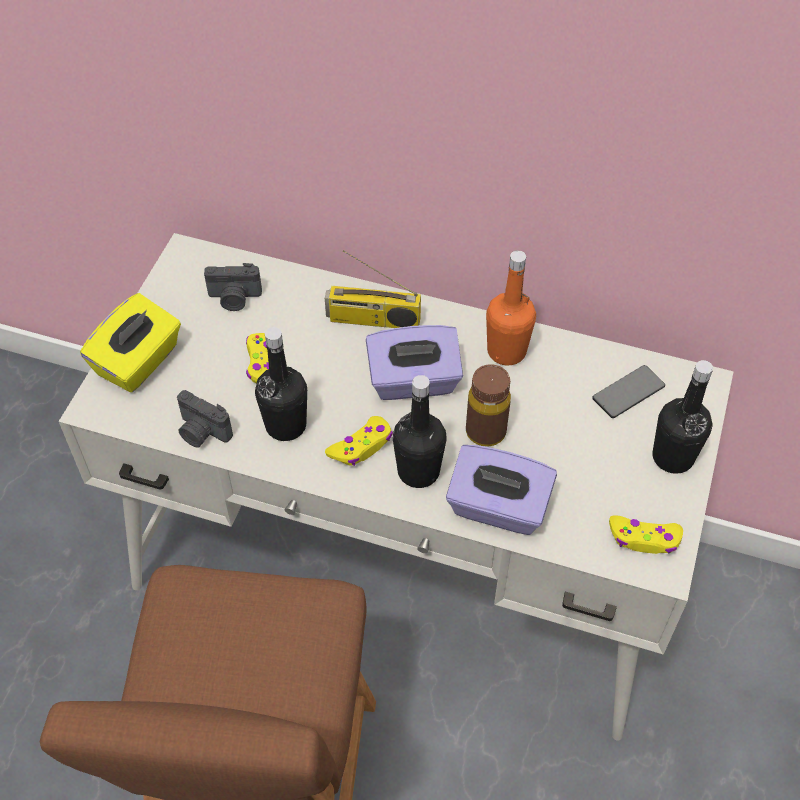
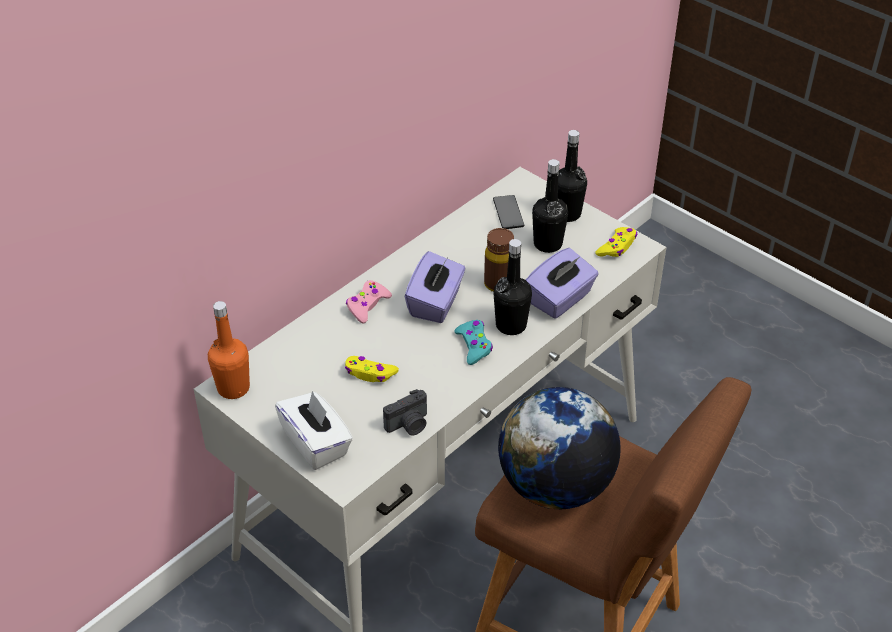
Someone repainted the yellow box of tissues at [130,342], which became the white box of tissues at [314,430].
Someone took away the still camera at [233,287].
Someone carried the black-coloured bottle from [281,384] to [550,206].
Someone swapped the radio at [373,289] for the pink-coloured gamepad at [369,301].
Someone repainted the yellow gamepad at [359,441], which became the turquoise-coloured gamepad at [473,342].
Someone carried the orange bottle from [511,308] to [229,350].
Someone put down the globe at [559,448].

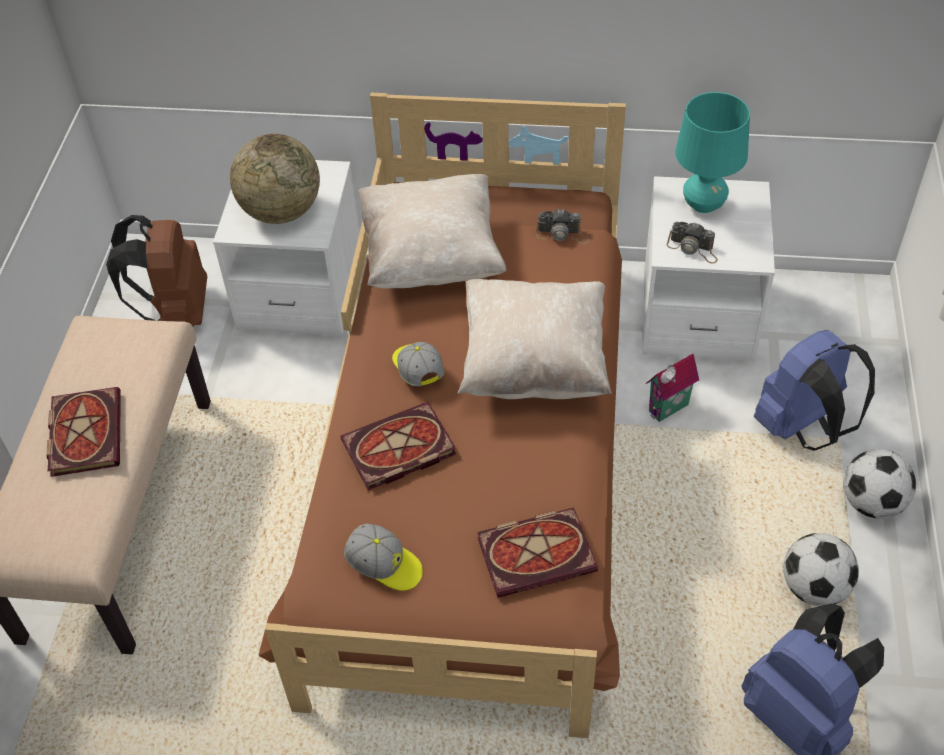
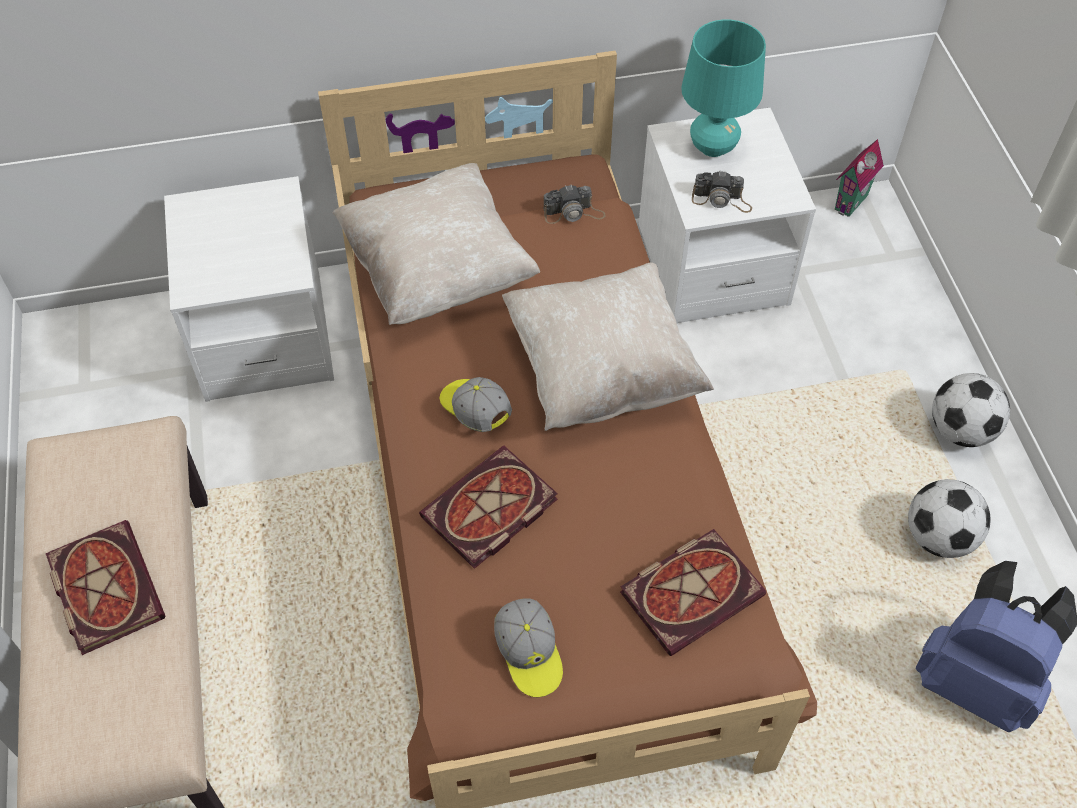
Someone took away the brown-coloured rucksack at [156,271].
Someone took away the globe at [275,179].
Someone rotated the peaked cap at [383,557] by 60 degrees clockwise.
Someone carried the toy house from [672,388] to [859,178].
Someone took away the blue-coloured rucksack at [814,390].

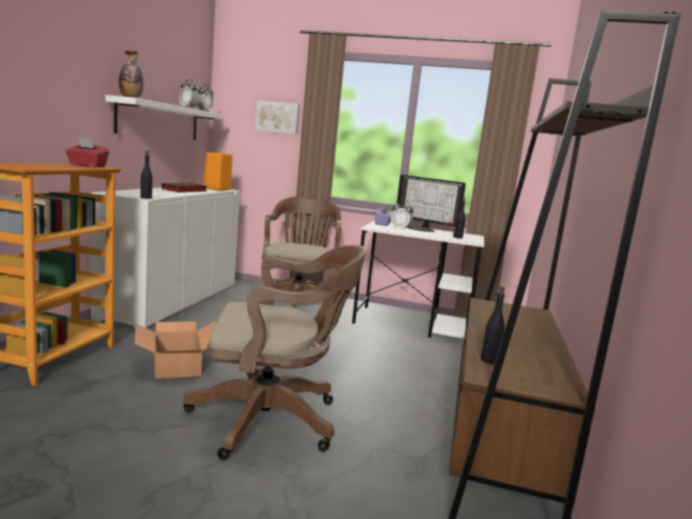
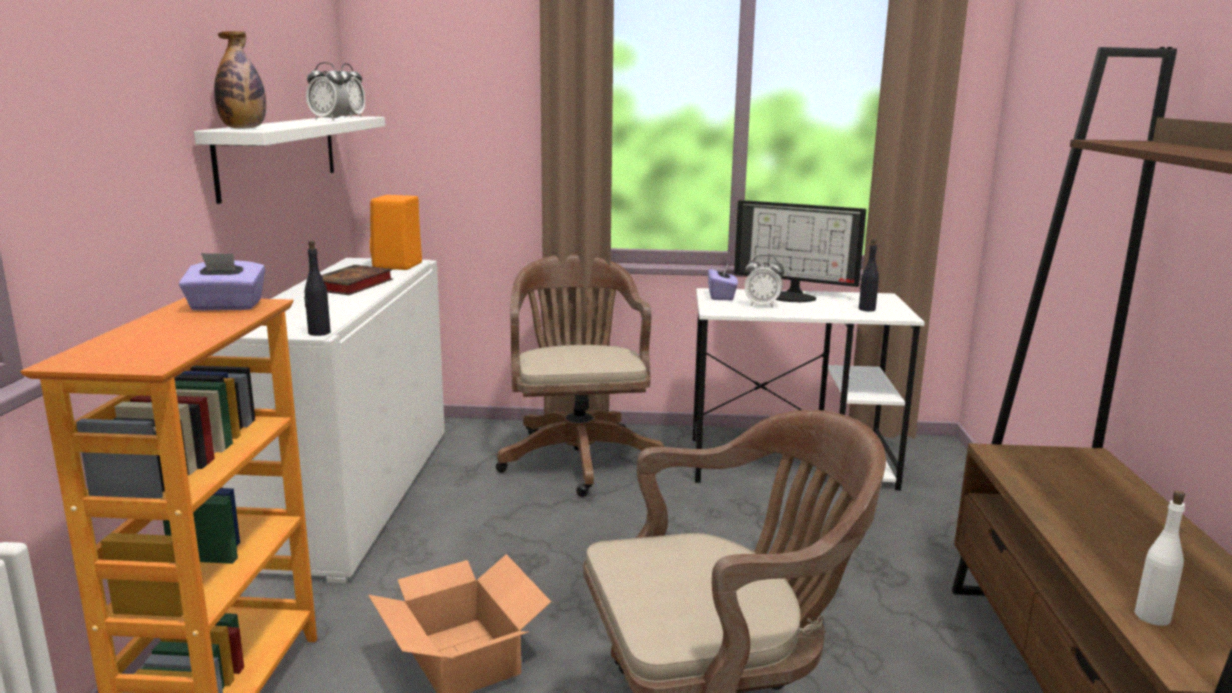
Someone repainted the reddish box of tissues at [87,152], which became the purple-coloured box of tissues at [222,282].
Someone took away the picture at [277,117].
Someone repainted the black-coloured bottle at [493,325], which became the white bottle at [1159,558].

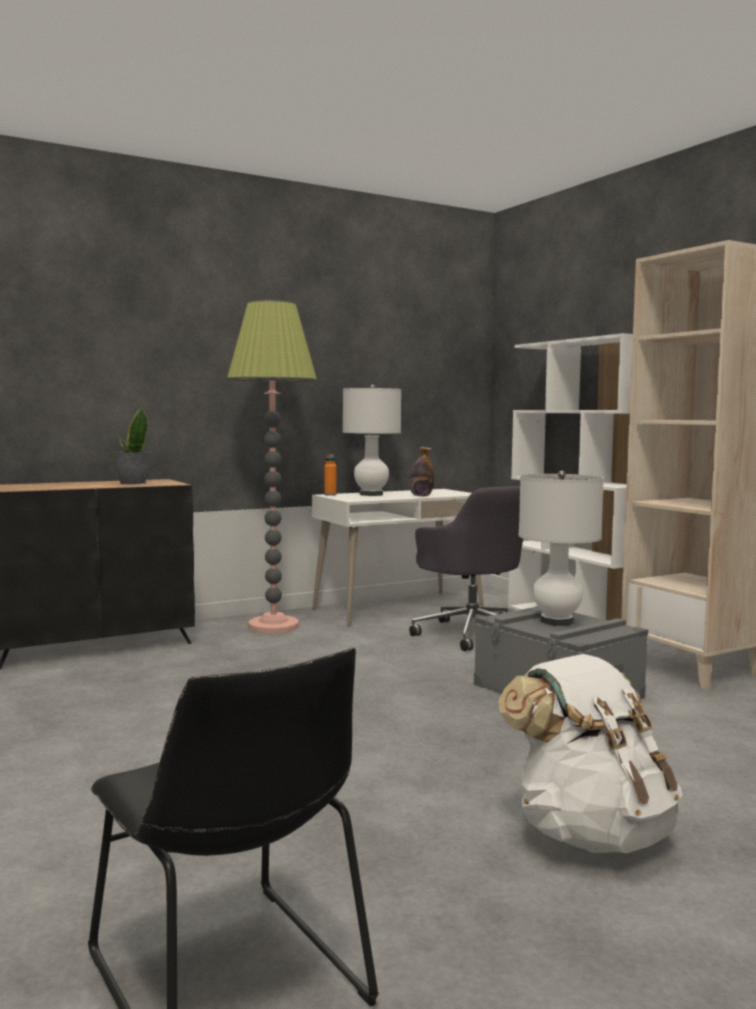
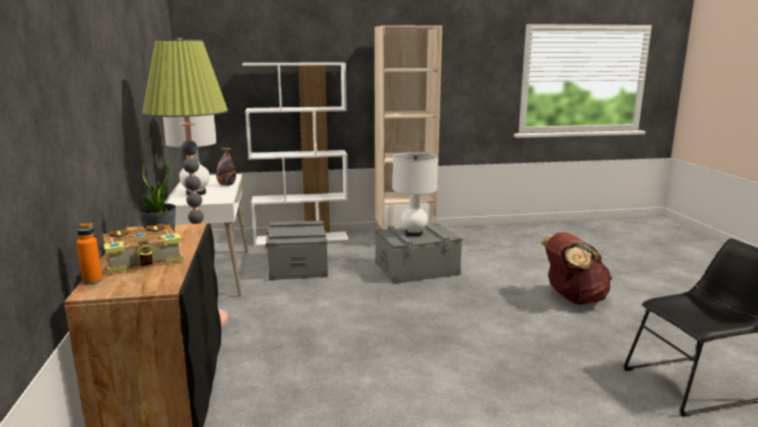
Someone carried the orange bottle from [330,475] to [89,254].
Someone swapped the gray computer chair at [466,568] for the gray storage box at [296,250].
Someone repainted the white rucksack at [590,753], which became the brown-coloured rucksack at [576,268].
Someone put down the book at [143,248].

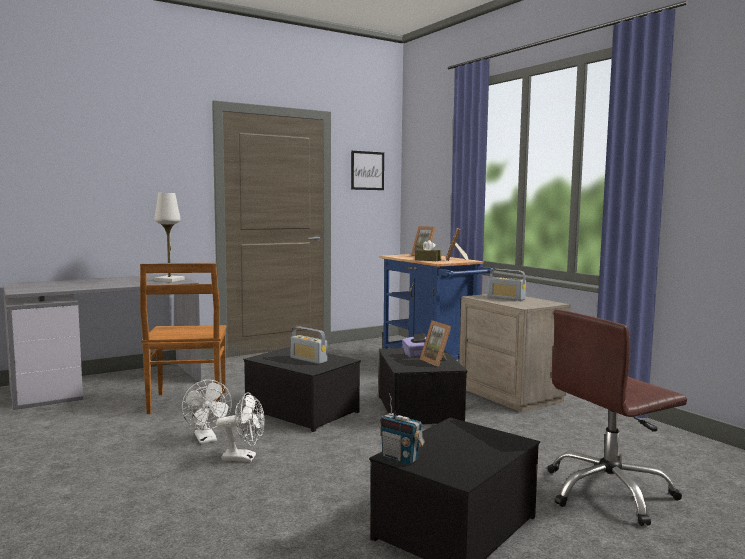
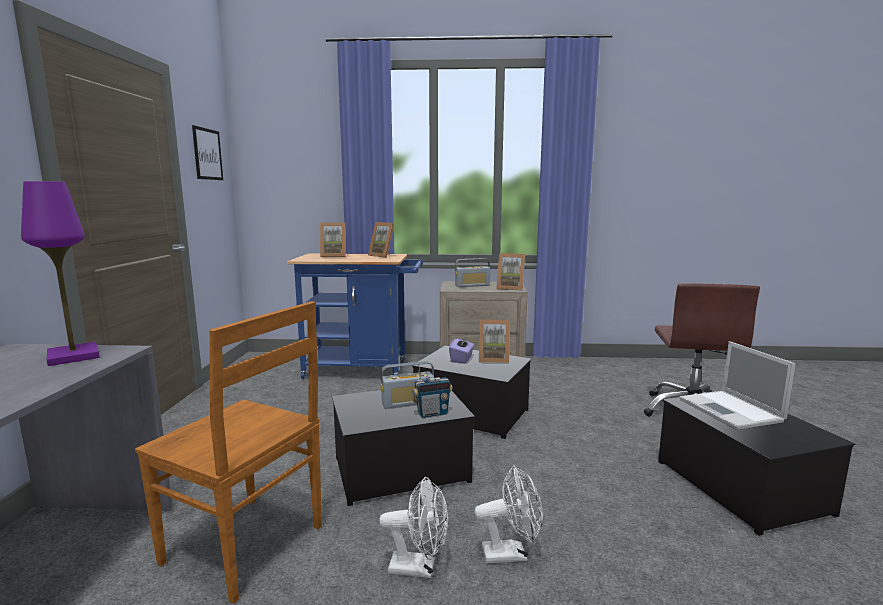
Someone repainted the white lamp for a table at [169,237], which became the purple-coloured lamp for a table at [60,273].
Someone rotated the white electric fan at [240,427] by 45 degrees clockwise.
Someone carried the radio from [402,429] to [432,390].
Someone took away the brown-coloured box of tissues at [428,250].
Someone put down the photo frame at [510,272].
Someone put down the portable computer at [738,385].

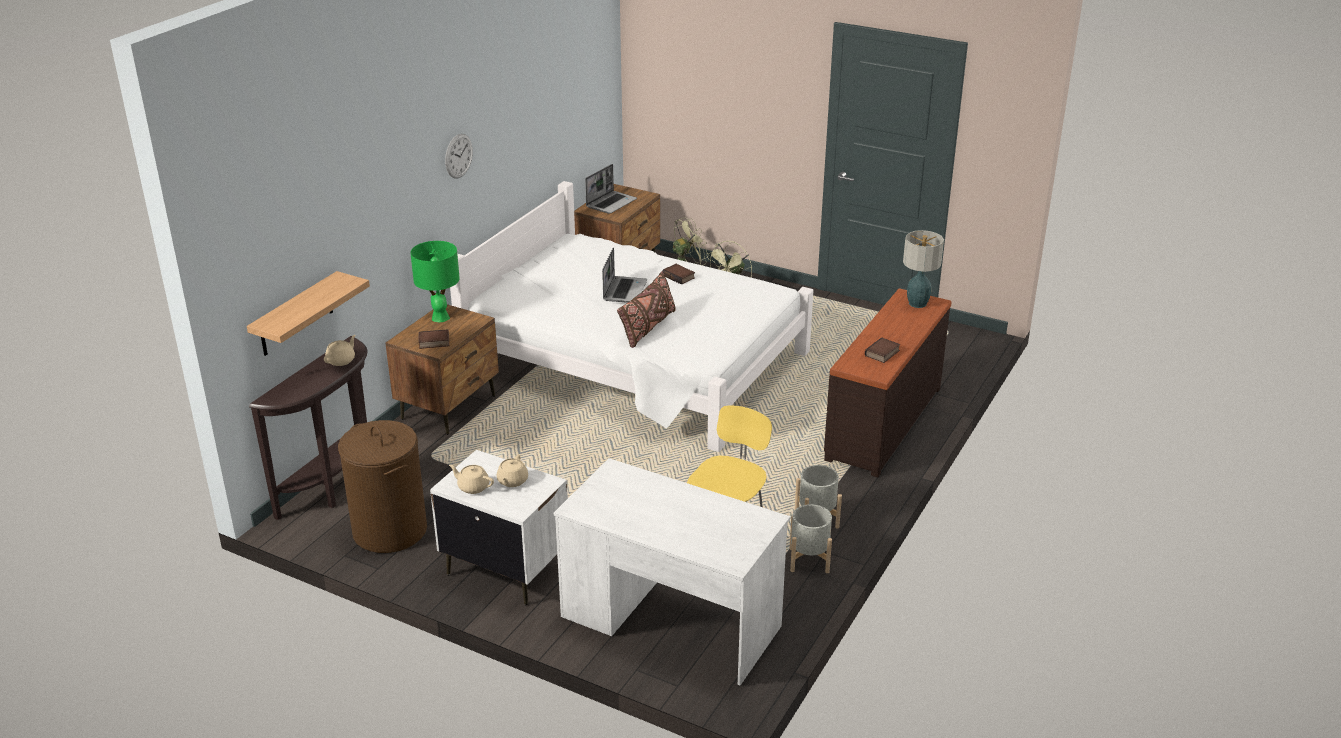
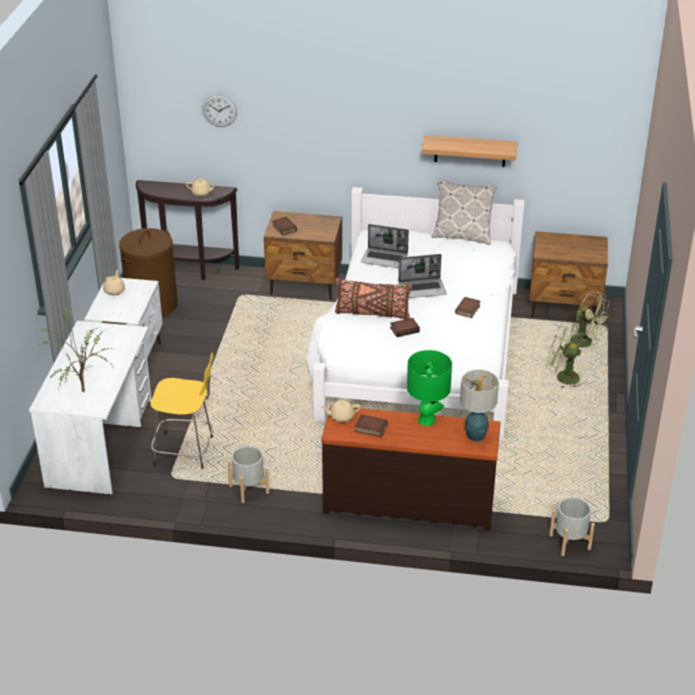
Someone carried the bracket shelf from [308,313] to [470,151].
Someone carried the green lamp for a table from [435,281] to [429,388].
Someone carried the clock on the wall from [459,156] to [219,110].
Someone carried the sand-coloured tea pot from [512,471] to [341,410].
Someone carried the portable computer from [611,189] to [385,246].
Someone carried the gray planter from [811,538] to [572,526].
Someone put down the potted plant at [76,349].
Someone put down the book at [405,327].
Someone put down the cushion at [464,212].

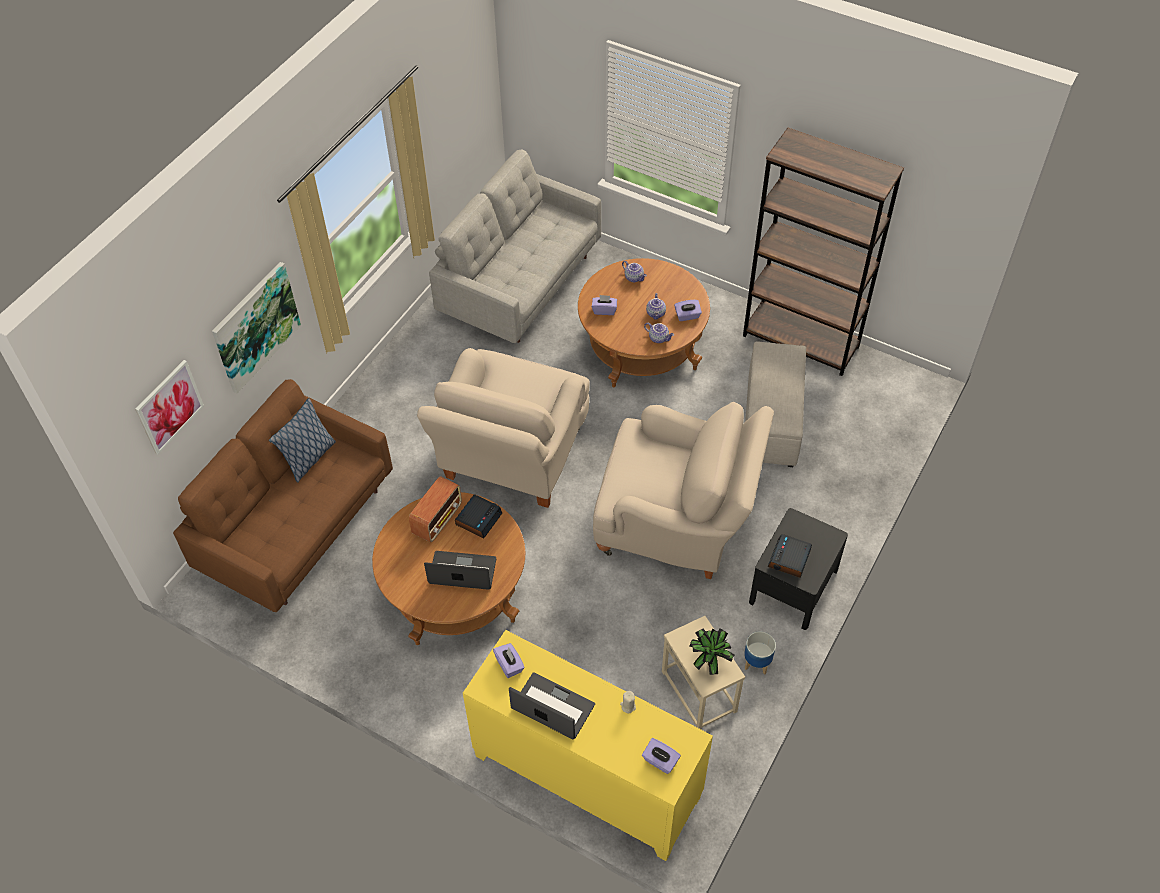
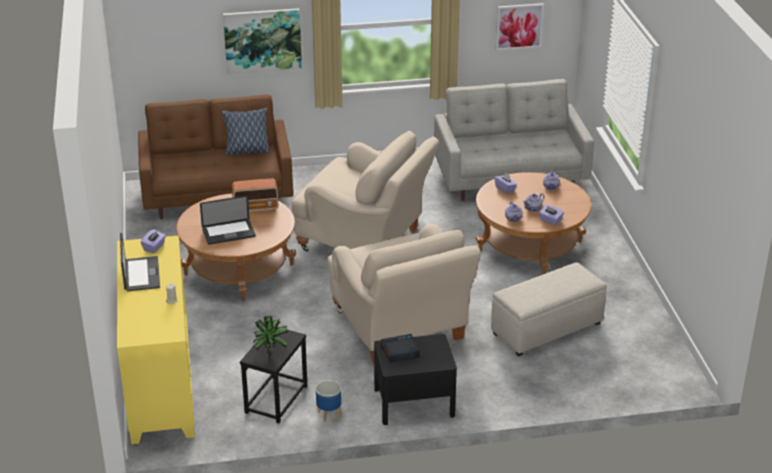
Someone carried the picture from [169,407] to [519,27].
Someone rotated the sand-coloured armchair at [503,428] by 135 degrees counterclockwise.
Someone rotated the portable computer at [460,570] by 105 degrees clockwise.
Someone took away the bedside clock at [478,516].
Someone took away the purple-coloured box of tissues at [661,756].
Someone repainted the sand-coloured accent table at [703,672], which became the black-coloured accent table at [273,375].
Someone took away the brown-coloured shelving unit at [823,252].

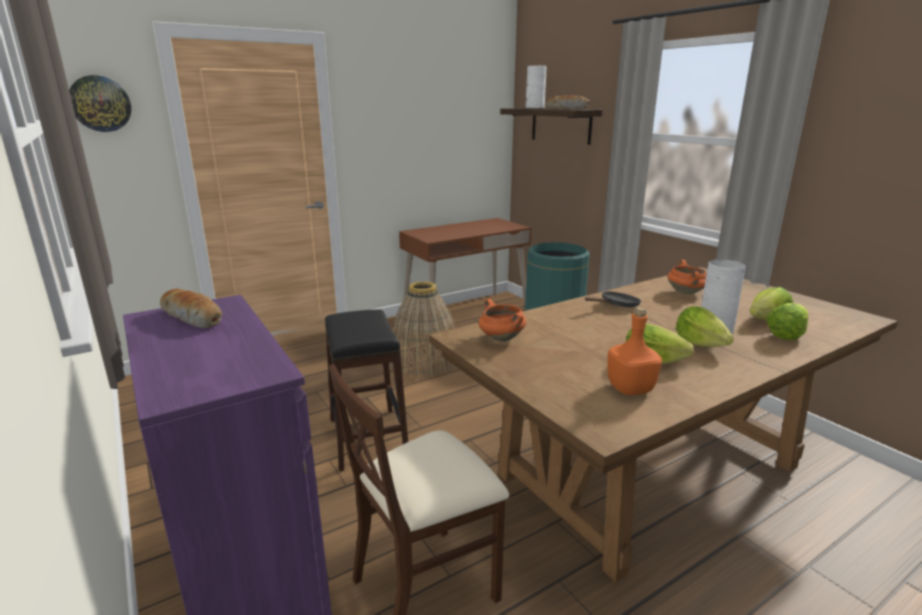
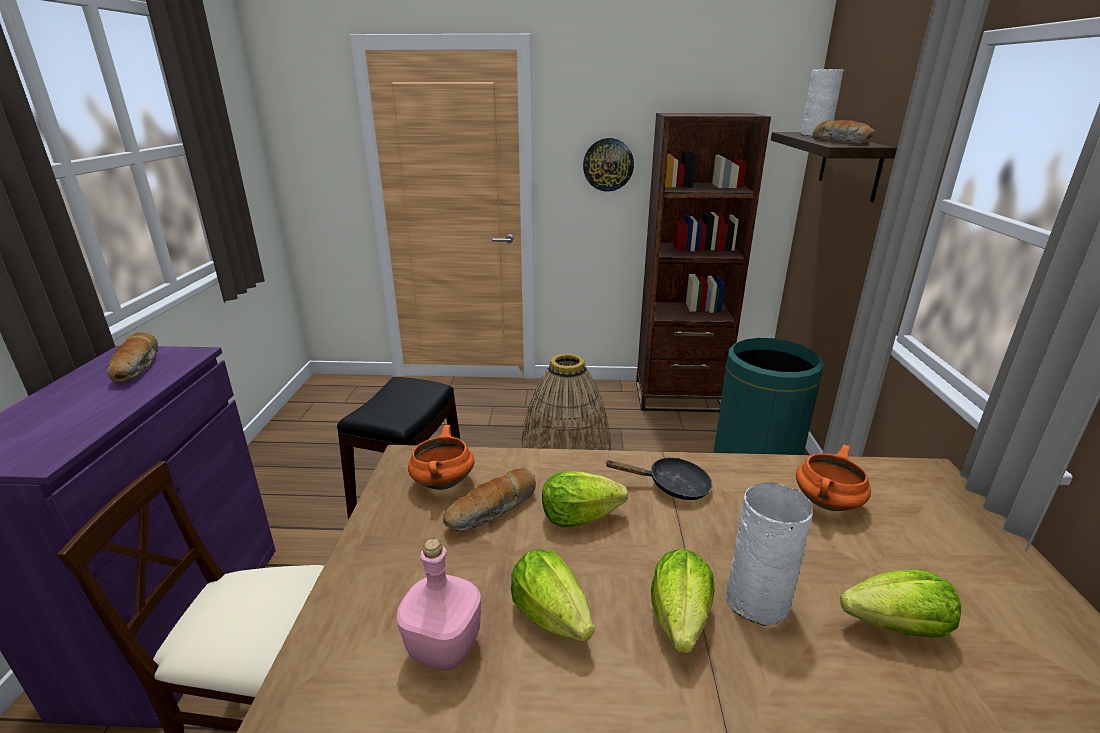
Someone carried the clock on the wall from [100,103] to [608,164].
Someone swapped the brown-coloured desk table at [465,275] for the brown-coloured shelving unit at [703,262].
Someone repainted the orange bottle at [634,351], which became the pink-coloured bottle at [439,604].
Someone carried the head of lettuce from [787,321] to [585,499].
Someone put down the bread at [489,500].

